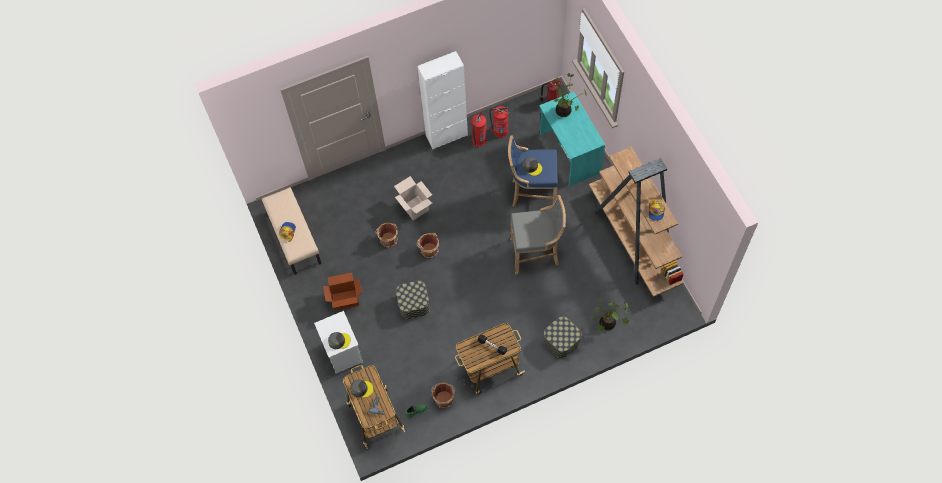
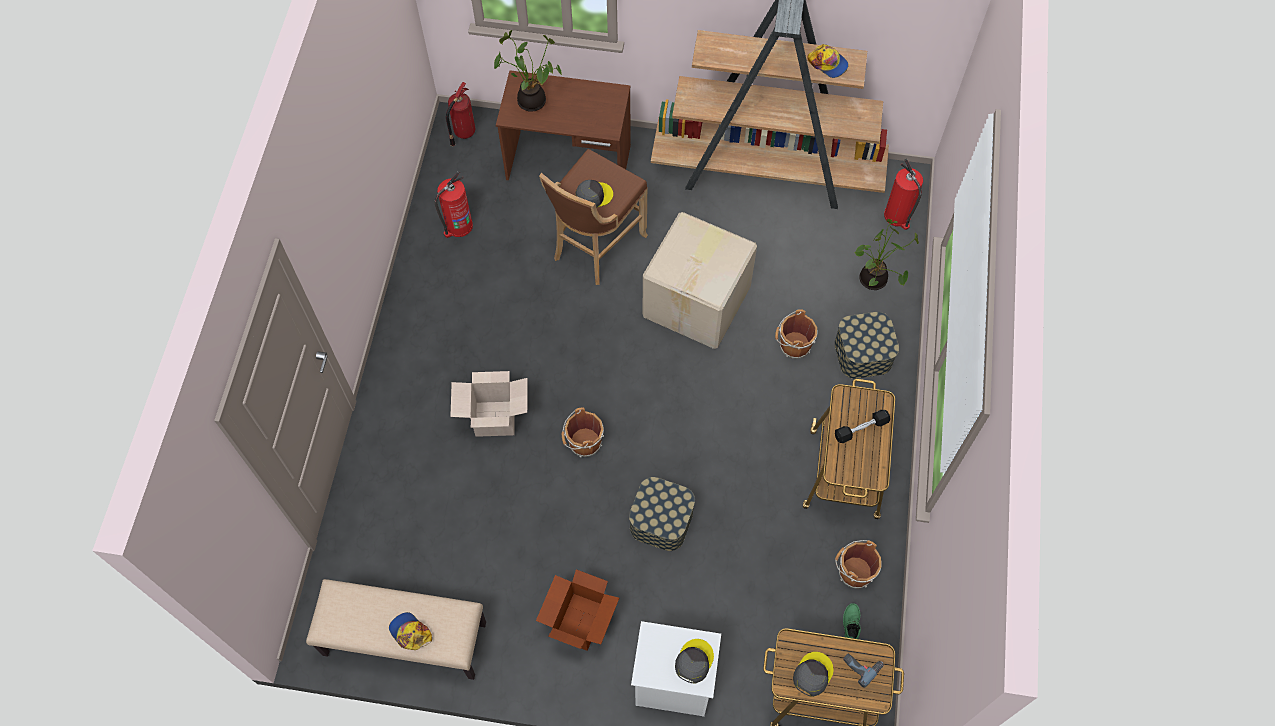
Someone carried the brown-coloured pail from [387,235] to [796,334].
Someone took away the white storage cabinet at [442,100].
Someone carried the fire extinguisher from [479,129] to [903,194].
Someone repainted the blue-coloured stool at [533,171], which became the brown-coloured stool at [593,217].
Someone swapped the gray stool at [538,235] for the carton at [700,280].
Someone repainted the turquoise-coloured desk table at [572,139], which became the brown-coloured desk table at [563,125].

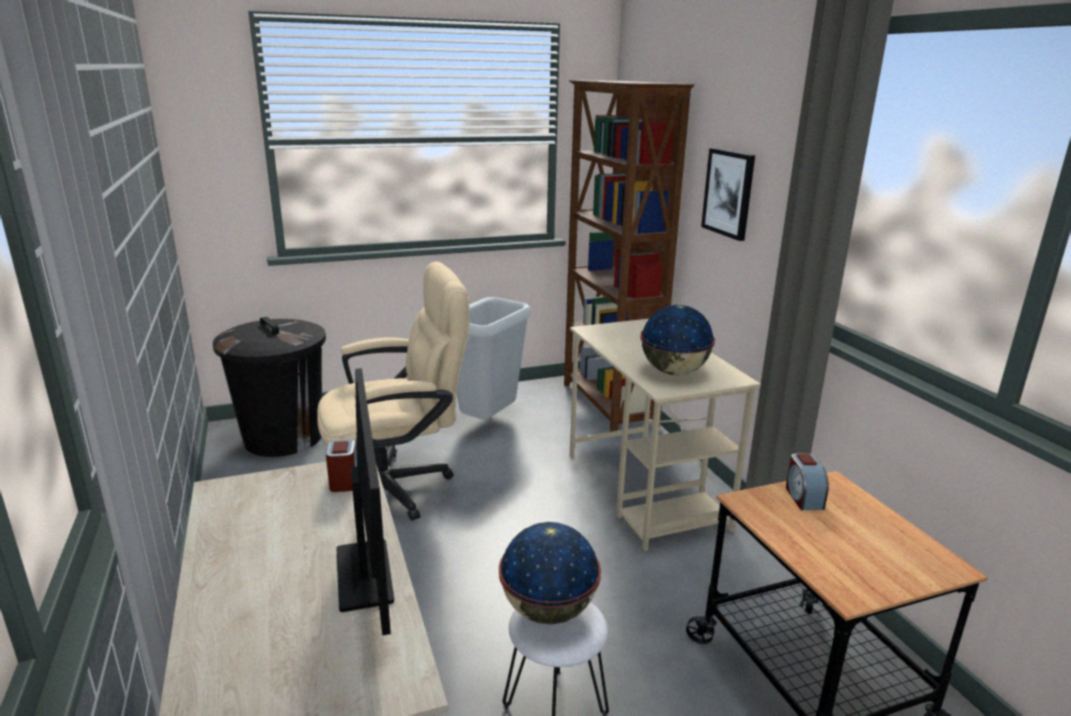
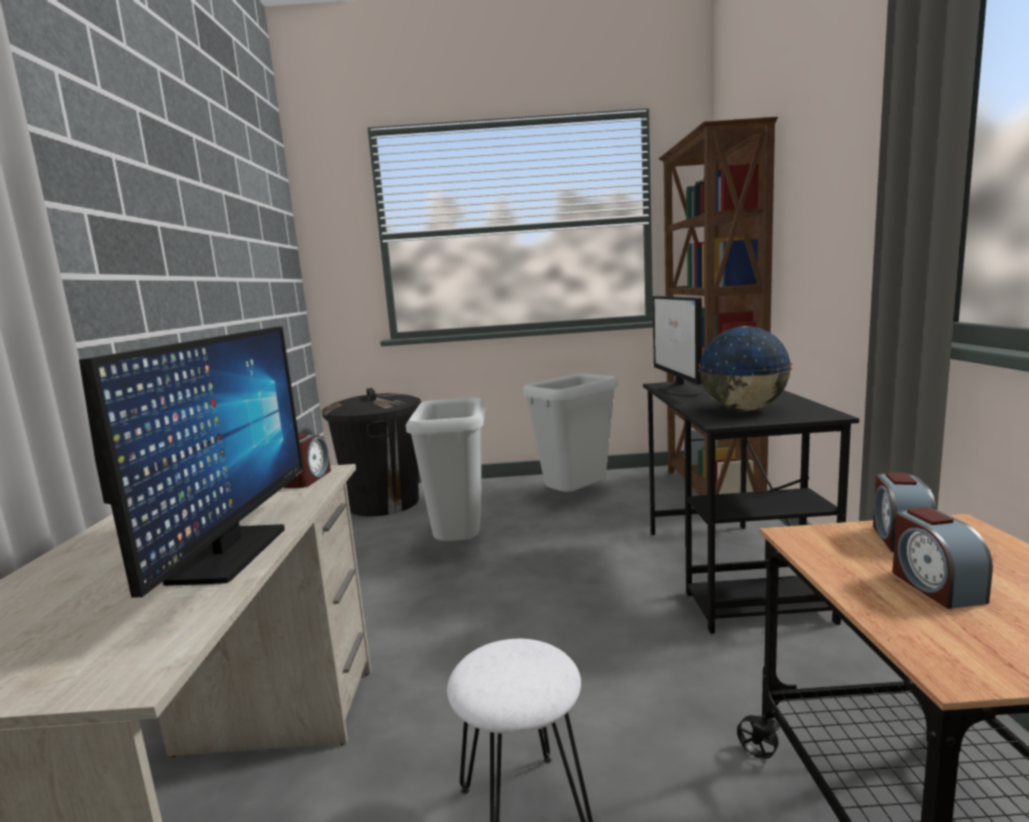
Someone swapped the sand-coloured computer chair at [393,391] for the gray waste bin at [445,469].
Someone took away the globe at [550,573].
Someone repainted the sand-coloured desk table at [665,435], which became the black-coloured desk table at [751,507].
Someone took away the picture at [728,194].
Someone put down the monitor at [678,346].
Someone put down the bedside clock at [943,558].

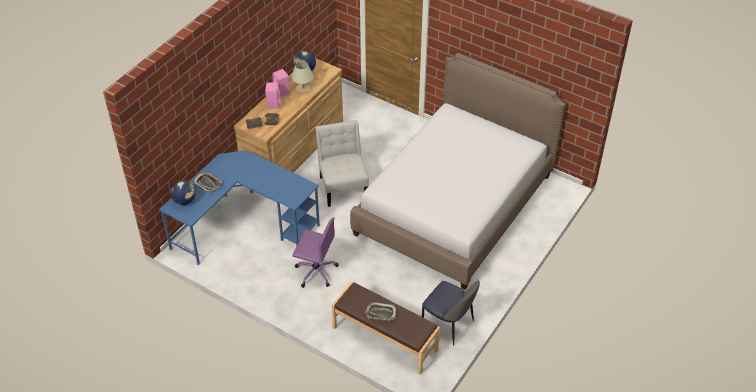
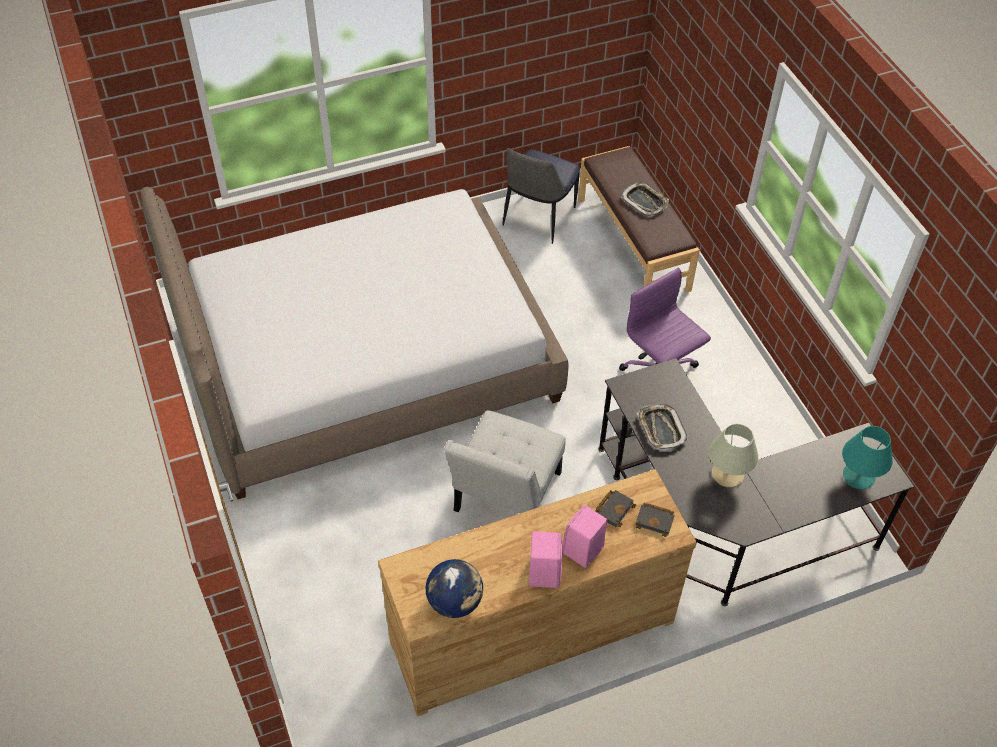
Someone repainted the blue-coloured desk table at [239,207], which became the black-coloured desk table at [756,482].
Someone swapped the globe at [183,192] for the turquoise-coloured lamp for a table at [867,457].
Someone carried the carrying tray from [207,182] to [662,428].
Someone carried the sand-coloured lamp for a table from [302,77] to [733,455].
Someone rotated the upright chair at [451,312] by 135 degrees counterclockwise.

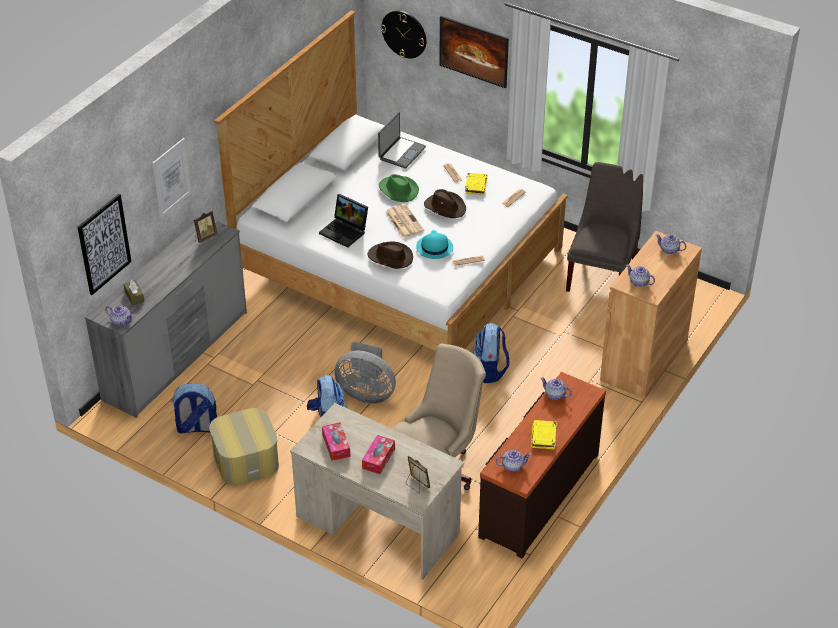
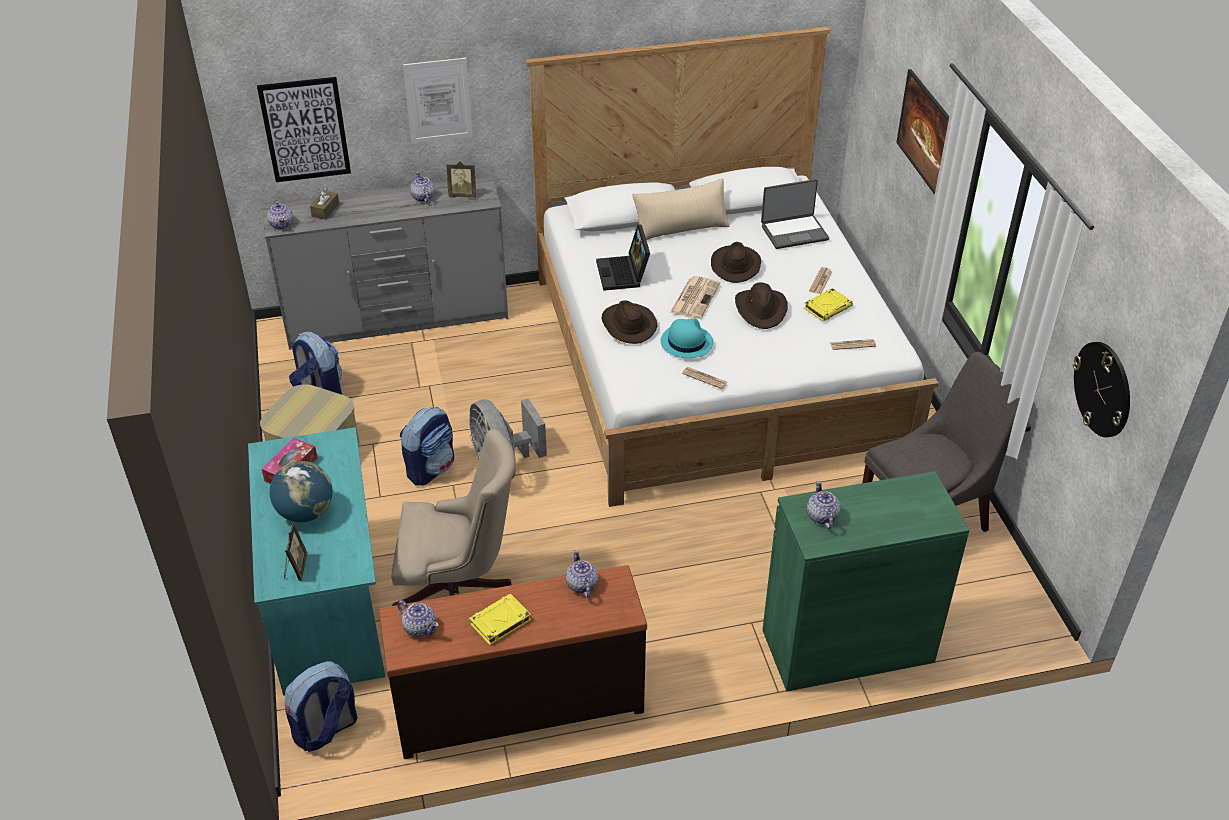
Someone repainted the sand-coloured desk table at [377,491], which became the turquoise-coloured desk table at [316,561].
Someone swapped the box of tissues at [378,454] for the globe at [301,491].
Someone repainted the green clothing hat at [399,188], which became the brown-coloured clothing hat at [736,262].
Someone carried the clock on the wall from [403,34] to [1101,389].
Someone carried the rucksack from [491,353] to [321,706].
Someone repainted the brown-coloured storage cabinet at [651,315], which became the green storage cabinet at [866,581].
Someone carried the tea pot from [671,244] to [422,187].
Someone put down the sand-coloured cushion at [680,209].

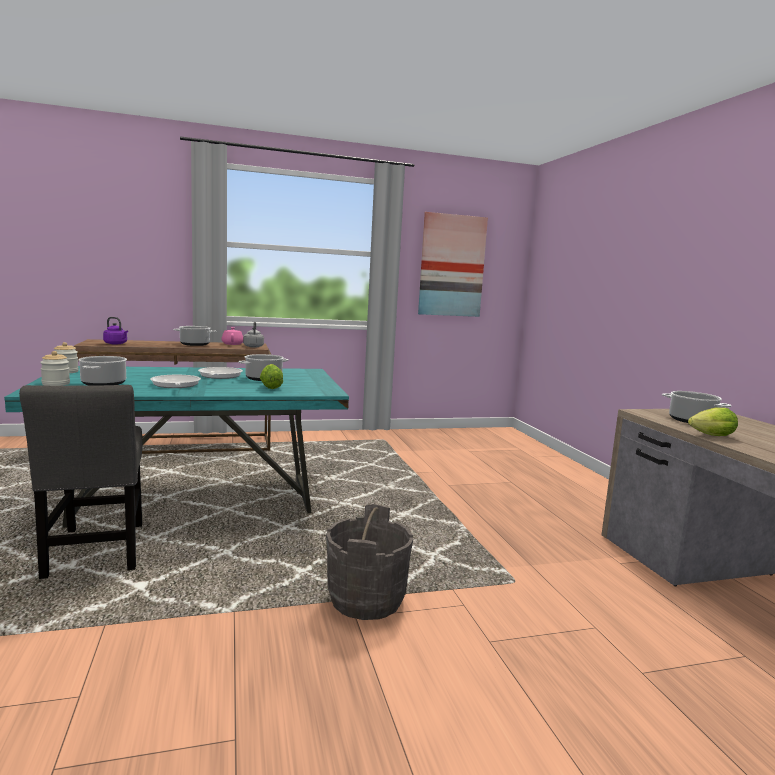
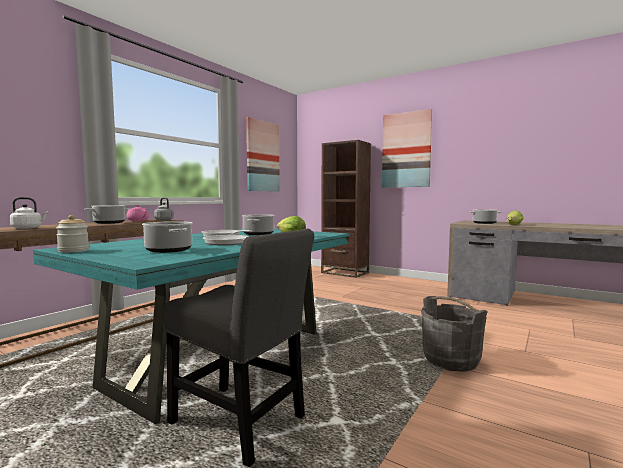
Someone took away the storage jar at [55,368].
Someone repainted the purple-coloured tea kettle at [115,330], which became the white tea kettle at [29,213].
Someone put down the brown-coloured shelving unit at [346,209].
Someone put up the picture at [407,148].

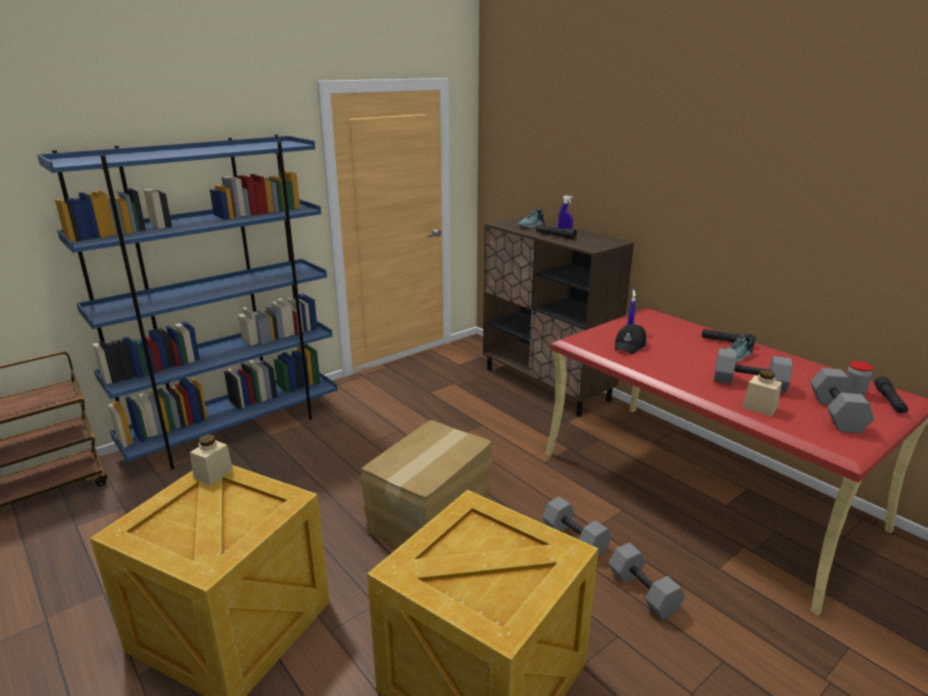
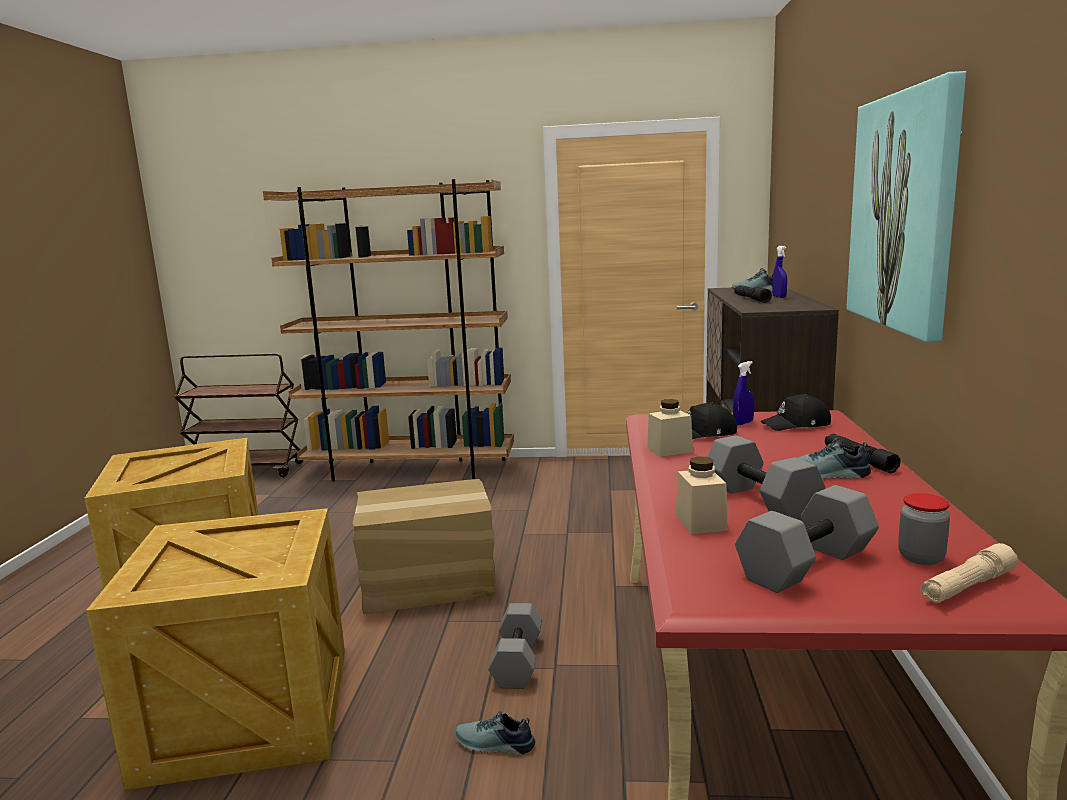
Someone repainted the blue-coloured shelving unit at [187,301], which became the brown-coloured shelving unit at [388,330].
Someone carried the sand-coloured storage jar from [211,460] to [670,428].
Someone swapped the gray hand weight at [646,581] for the item of footwear at [495,733].
Someone repainted the black-coloured hand torch at [891,394], which became the sand-coloured hand torch at [969,573].
Someone put down the black-coloured peaked cap at [796,412].
Someone put up the picture at [906,206].

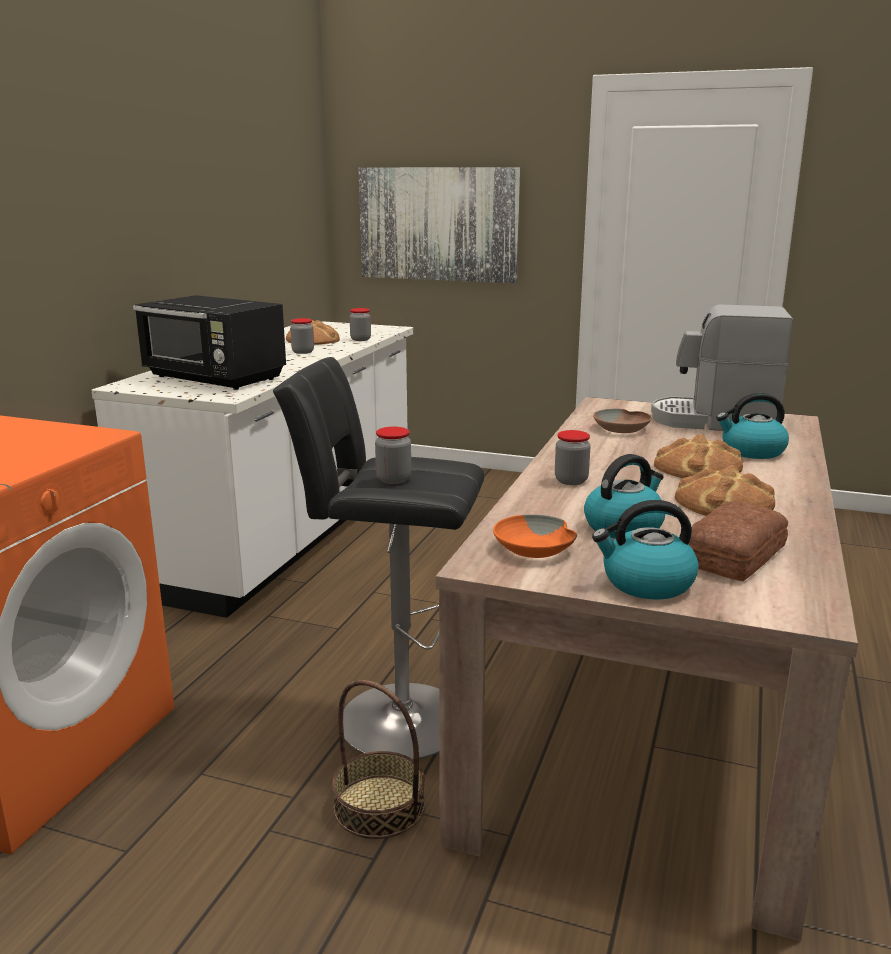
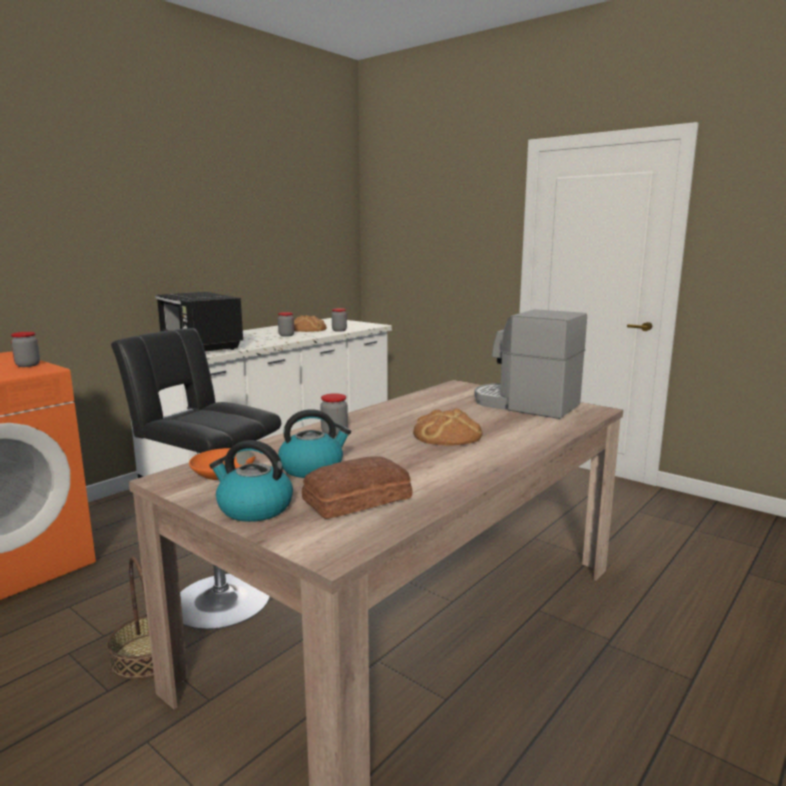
Someone took away the picture at [439,225].
Someone carried the storage jar from [393,455] to [25,349].
Someone took away the brown-coloured bowl at [622,421].
Someone took away the bread at [725,490].
Someone took away the tea kettle at [752,426].

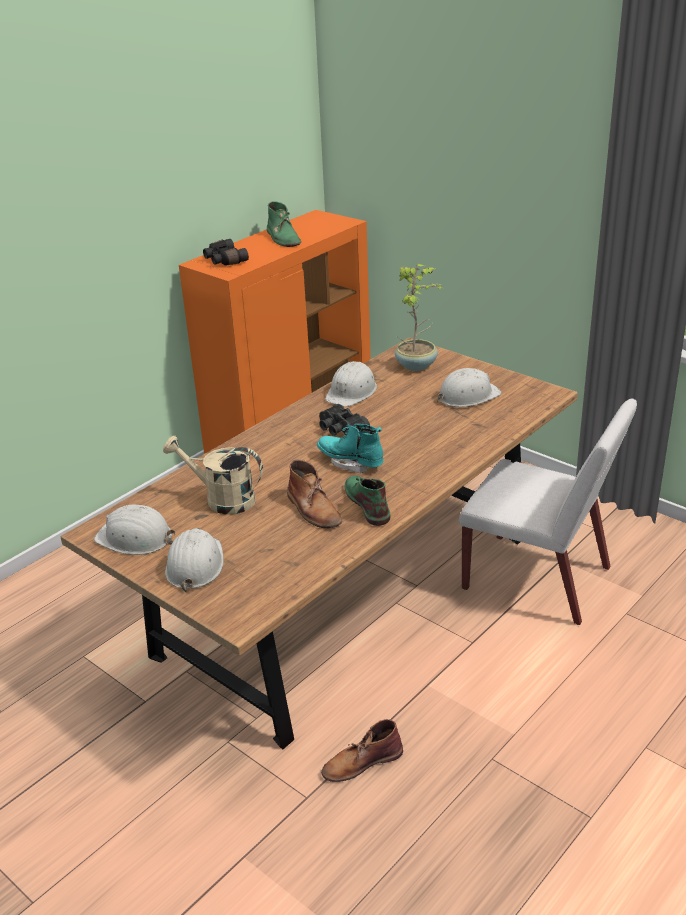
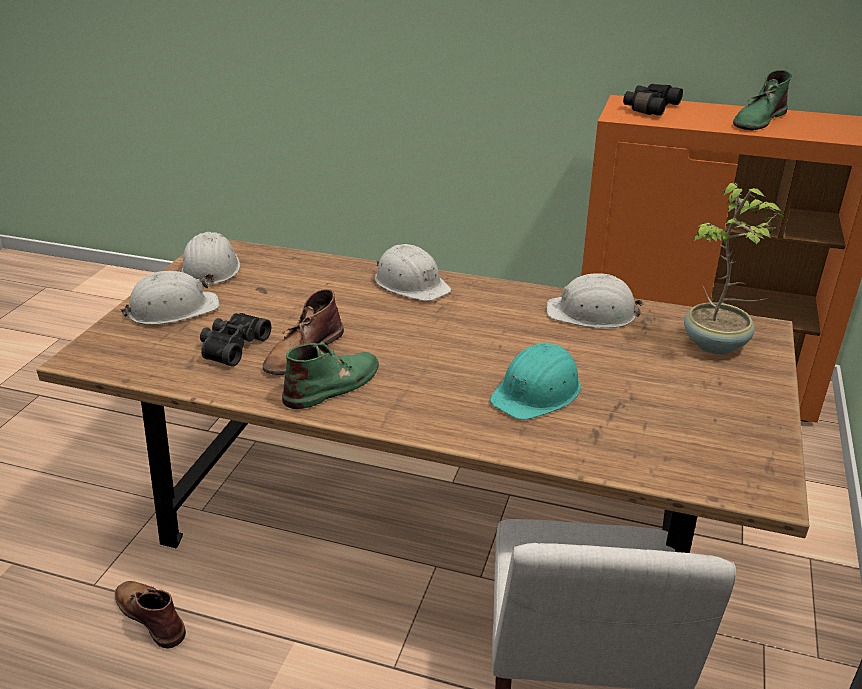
Someone took away the sand-coloured sprinkling can at [213,475].
Someone took away the turquoise-coloured high-top boot at [350,449].
Someone carried the black-coloured field glasses from [344,420] to [235,340].
Someone carried the white hard hat from [469,387] to [413,272].
Someone put down the turquoise-coloured hard hat at [535,381].

